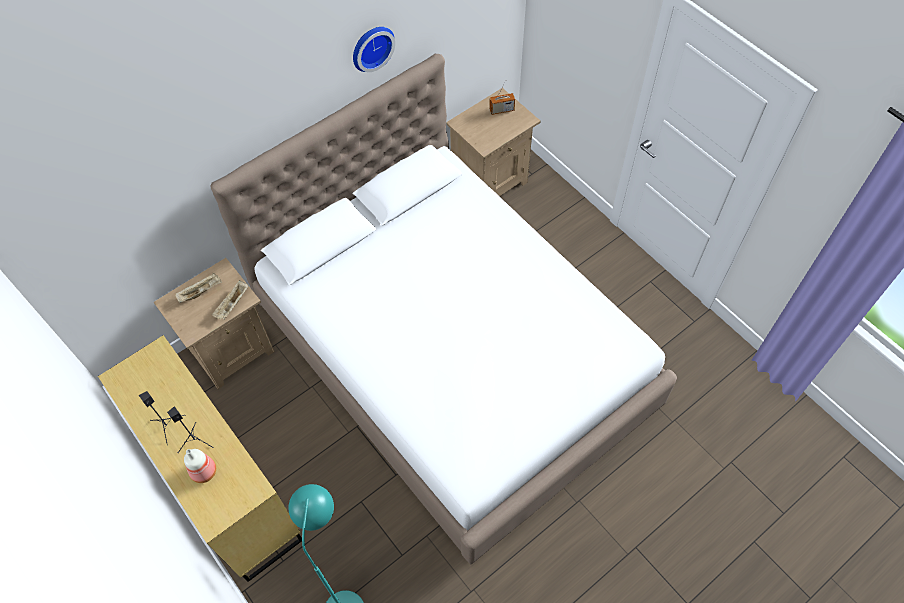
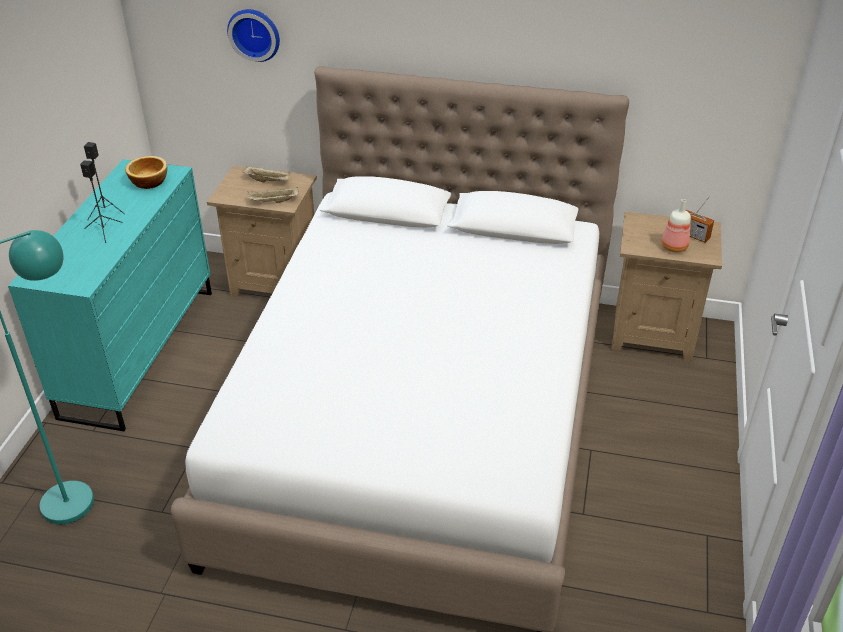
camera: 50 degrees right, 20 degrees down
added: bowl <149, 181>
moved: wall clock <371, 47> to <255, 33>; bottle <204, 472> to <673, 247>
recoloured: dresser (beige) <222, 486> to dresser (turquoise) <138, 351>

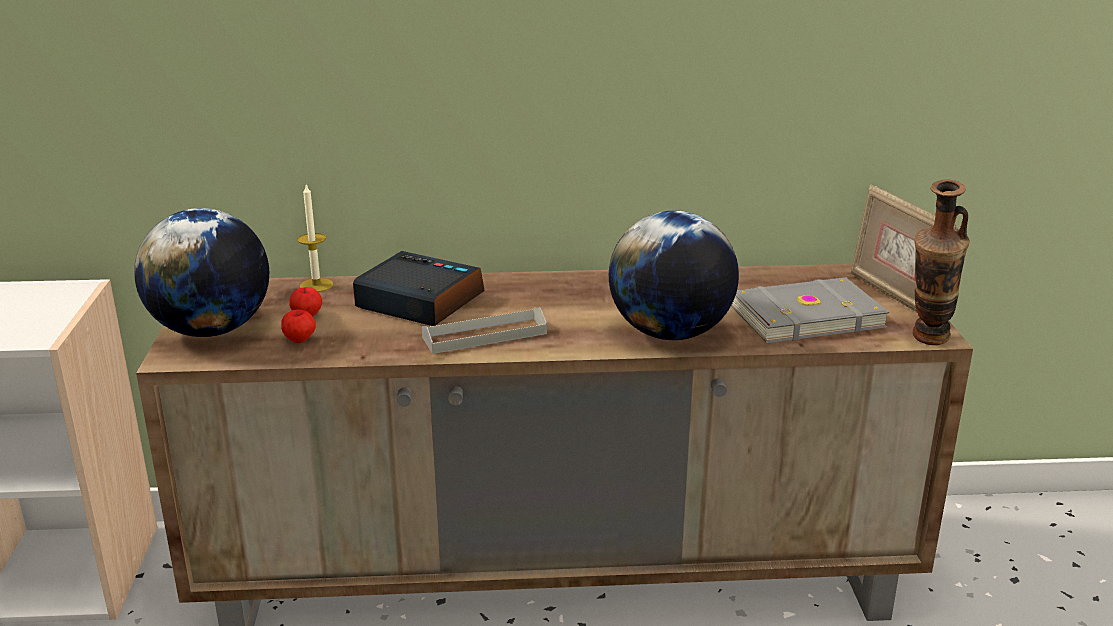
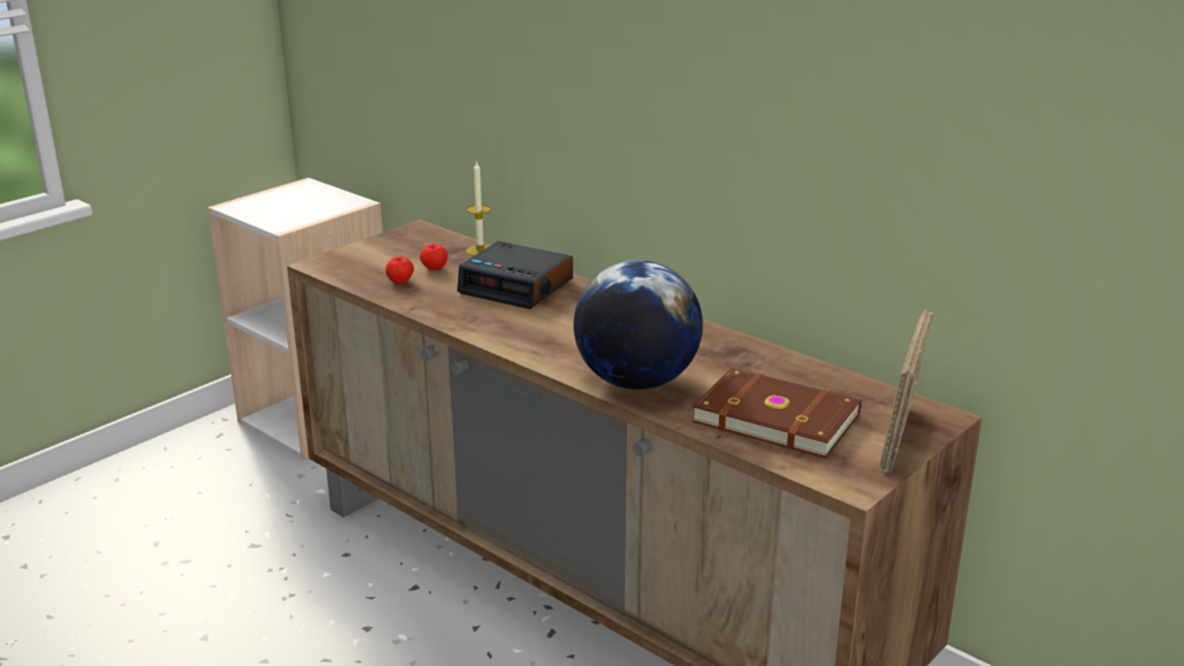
camera: 45 degrees right, 0 degrees up
removed: vase <926, 342>; globe <212, 330>; tray (grey) <484, 335>
recoloured: book (grey) <804, 315> to book (brown) <776, 417>
turned: alarm clock <418, 301> = <517, 286> 135 degrees clockwise

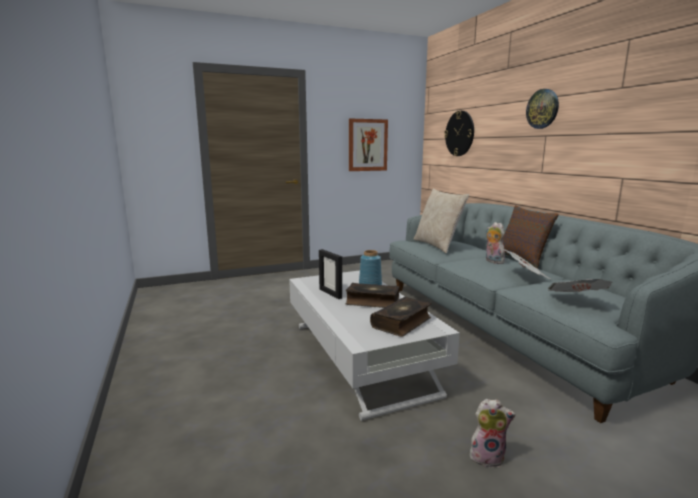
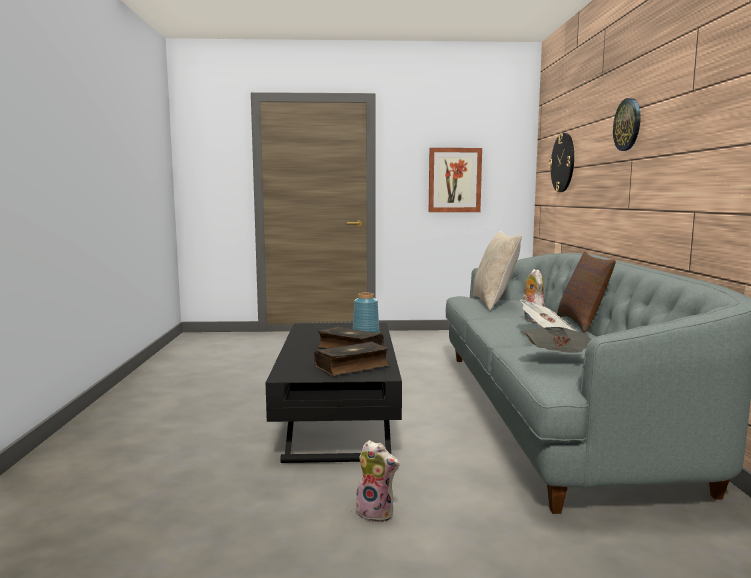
camera: 20 degrees right, 5 degrees down
removed: picture frame <331, 293>
recoloured: coffee table (white) <360, 358> to coffee table (black) <338, 415>

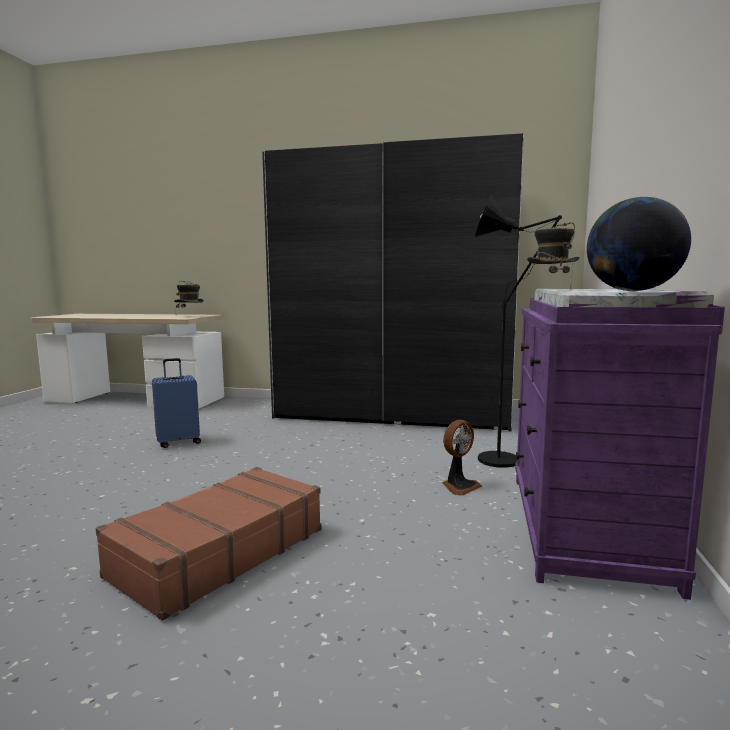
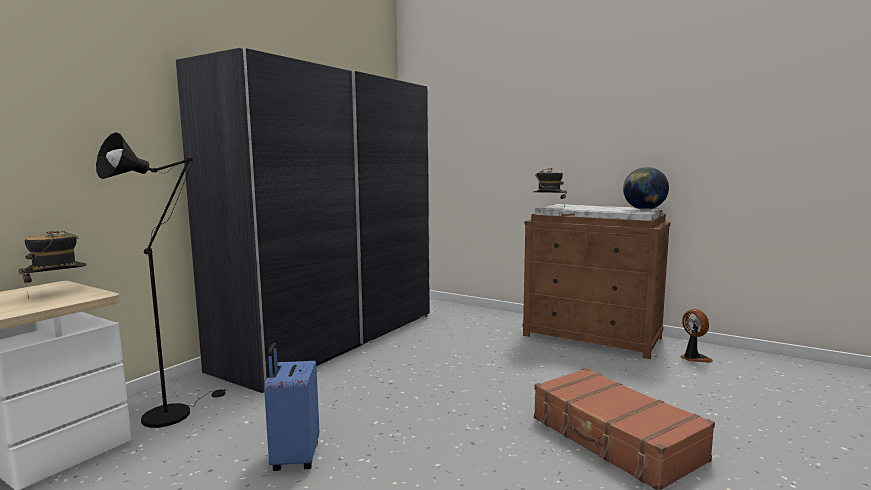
camera: 70 degrees left, 0 degrees up
moved: floor lamp (black) <507, 460> to <174, 412>; fan <459, 486> to <693, 358>
recoloured: dresser (purple) <583, 527> to dresser (brown) <592, 337>

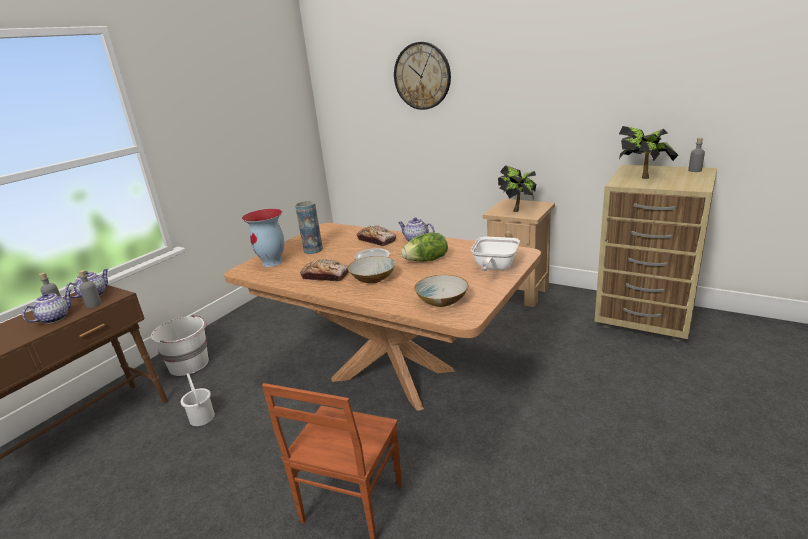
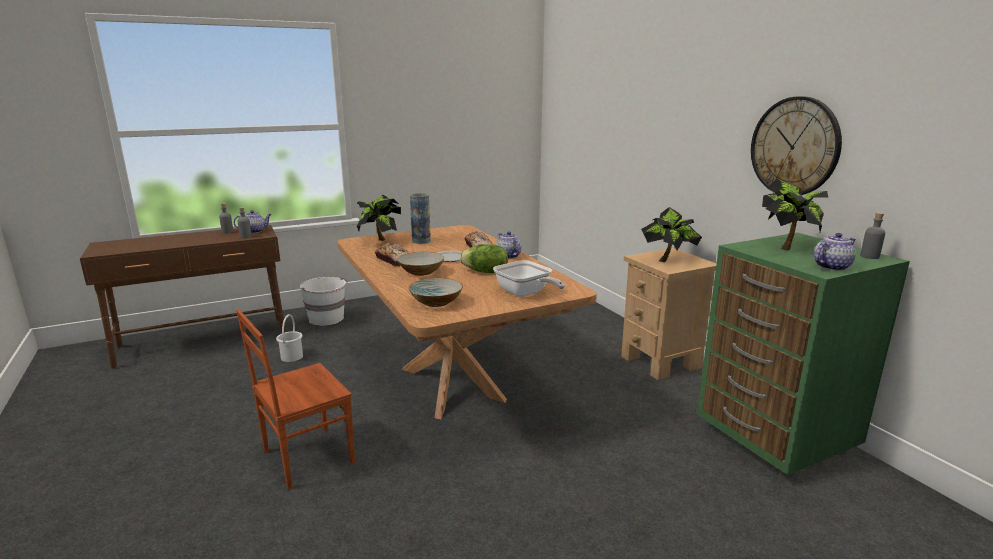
camera: 30 degrees right, 5 degrees down
moved: wall clock <422, 76> to <794, 147>; teapot <55, 318> to <831, 267>
replaced: vase <272, 262> to potted plant <380, 241>
recoloured: dresser (brown) <644, 318> to dresser (green) <774, 439>
turned: frying pan <494, 268> = <525, 294> 90 degrees counterclockwise

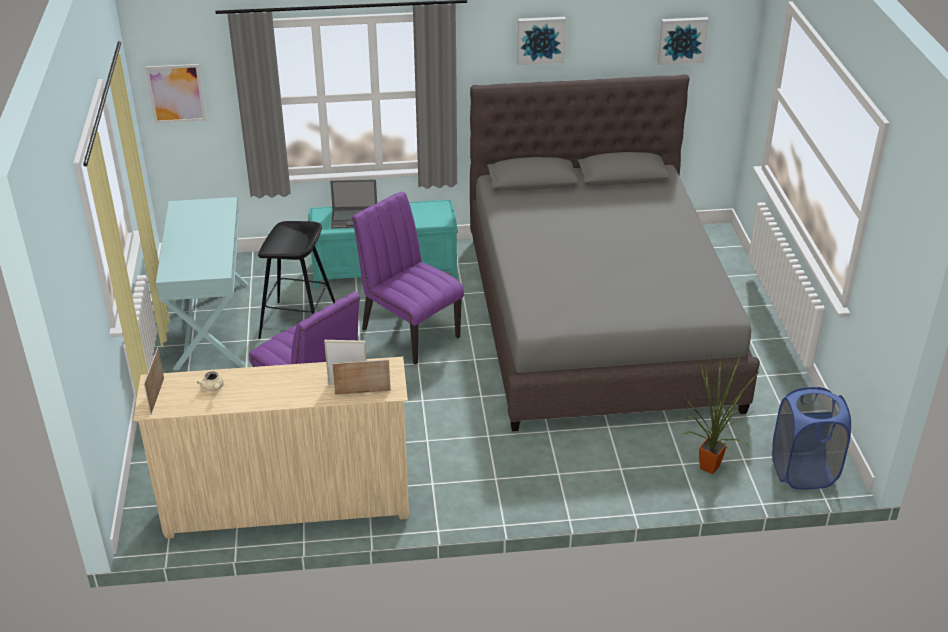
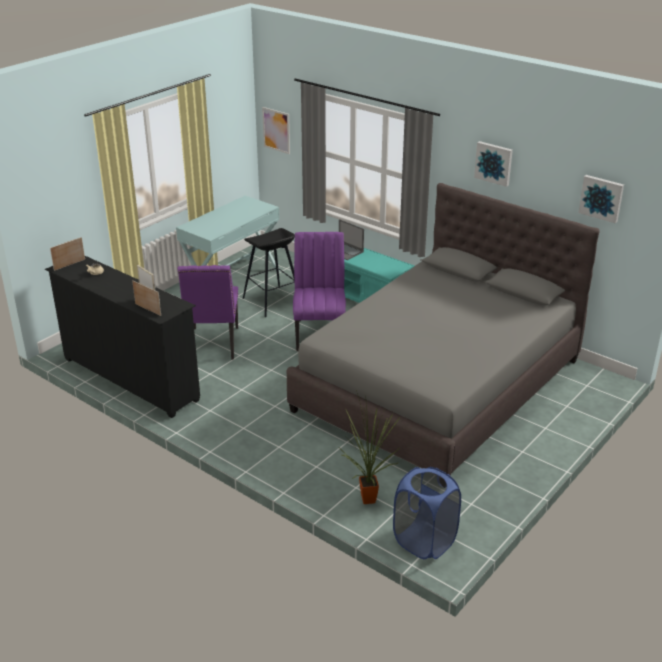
camera: 45 degrees right, 5 degrees down
recoloured: dresser (beige) <288, 510> to dresser (black) <130, 380>

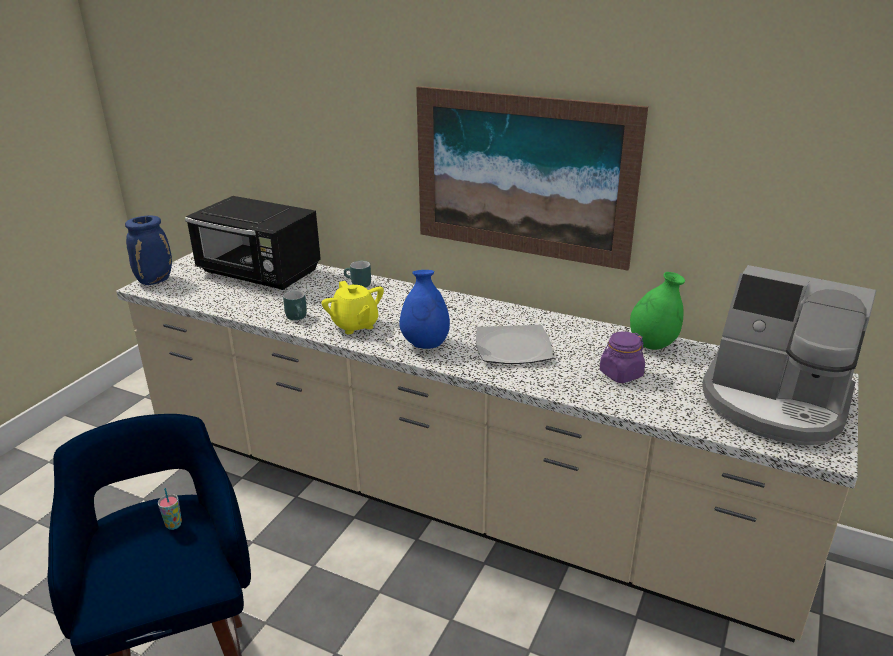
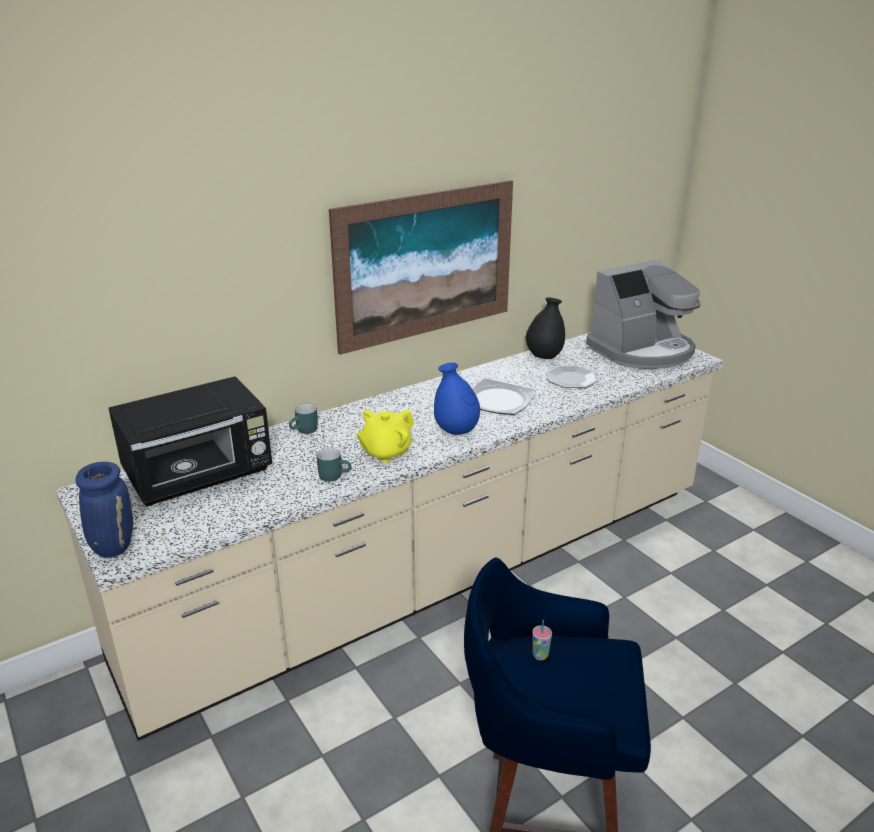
camera: 60 degrees left, 0 degrees up
replaced: jar (purple) <620, 374> to plate <571, 378>
recoloured: vase (green) <652, 344> to vase (black) <544, 356>
turned: teapot (yellow) <355, 325> = <385, 452> 135 degrees clockwise

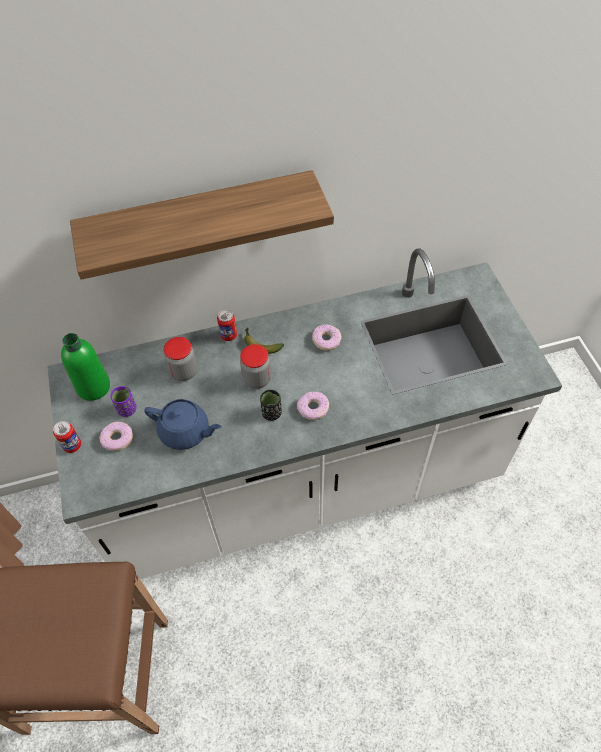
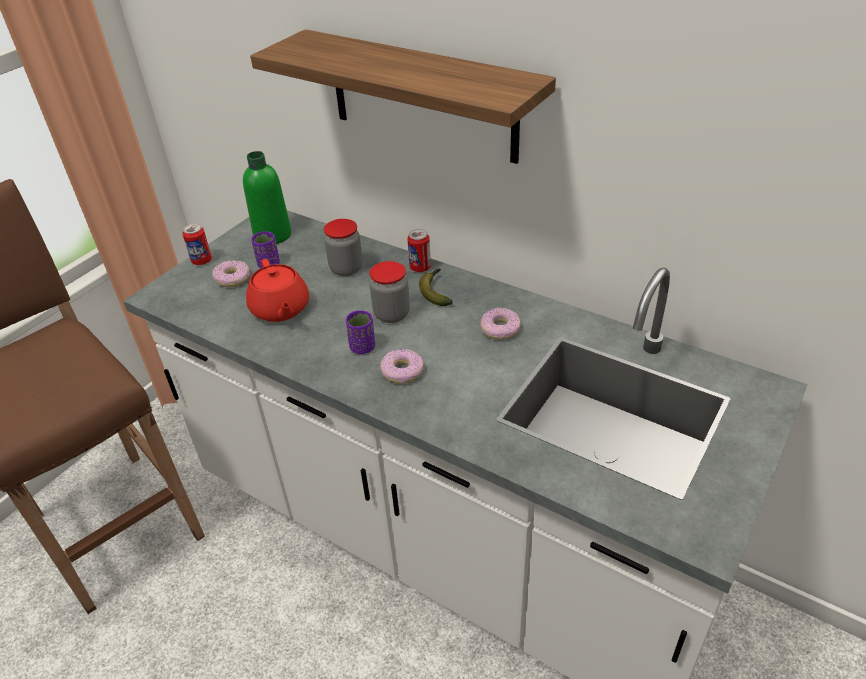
camera: 50 degrees right, 15 degrees down
recoloured: cup (black) <271, 413> to cup (purple) <362, 347>; teapot (blue) <185, 432> to teapot (red) <280, 309>

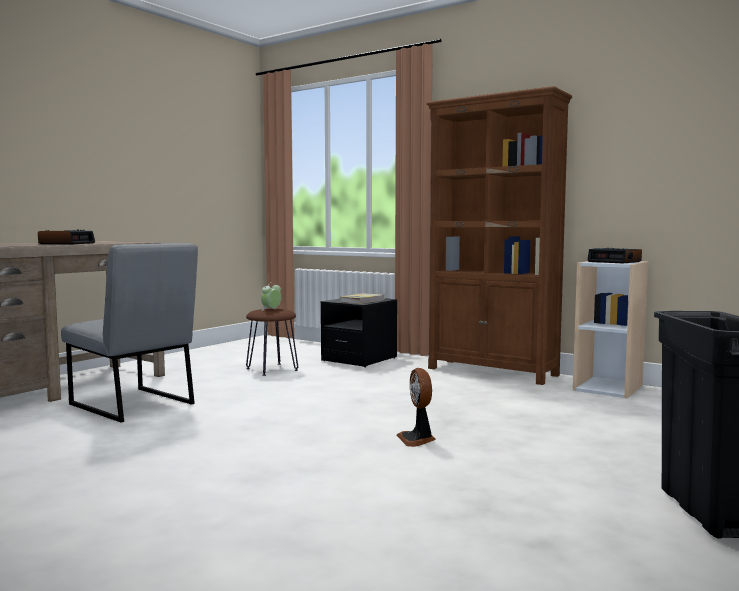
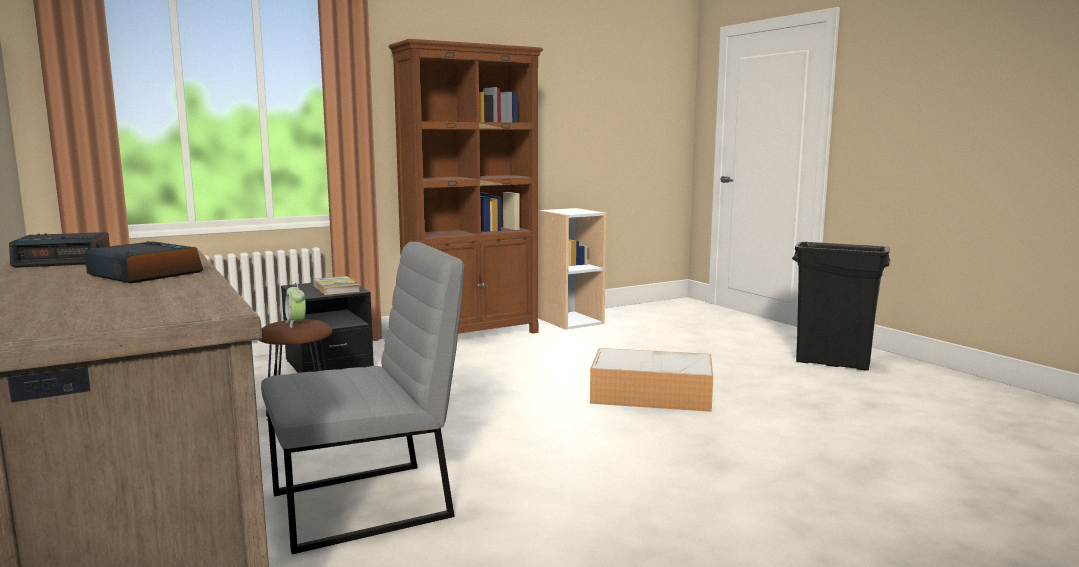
camera: 65 degrees left, 5 degrees up
moved: alarm clock <615, 262> to <65, 260>
replaced: fan <417, 439> to storage box <653, 395>

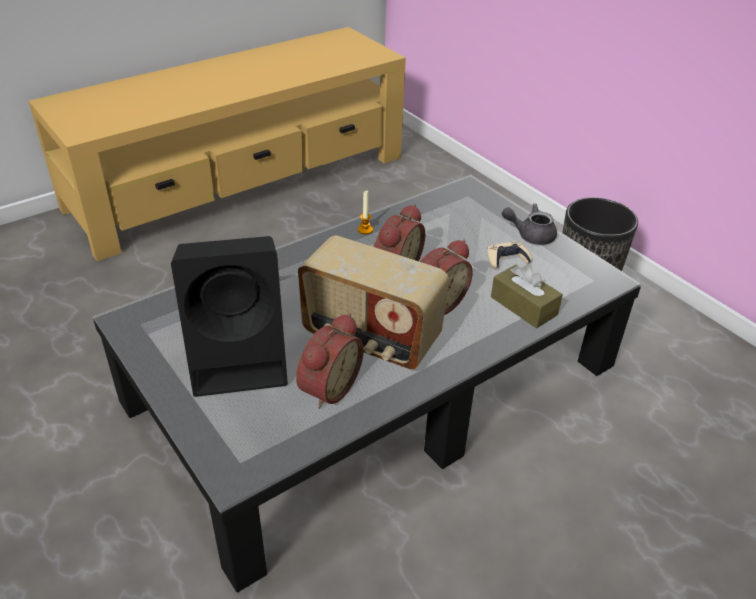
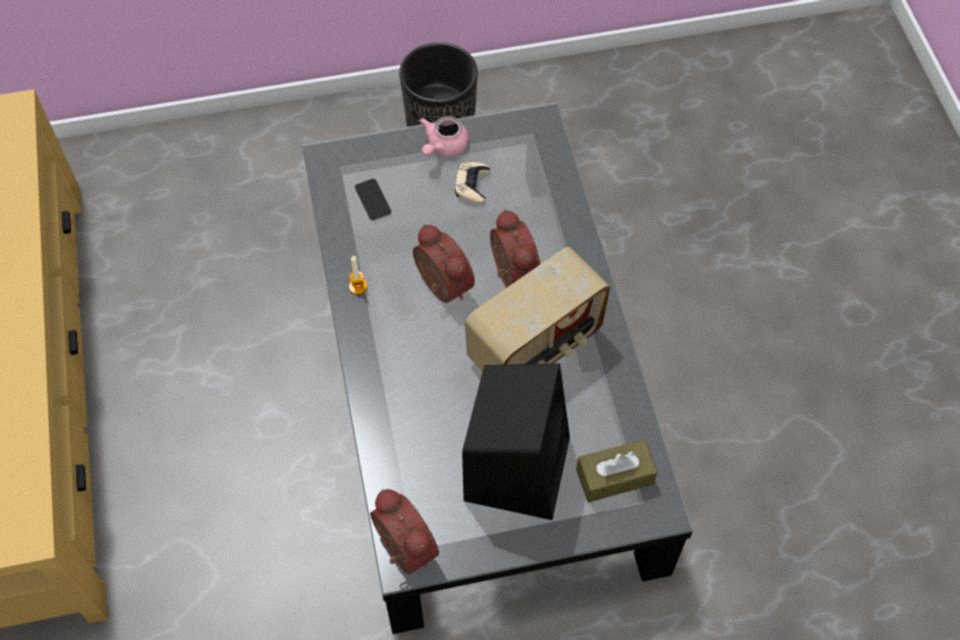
camera: 65 degrees left, 20 degrees up
added: phone <373, 200>
moved: tissue box (brown) <523, 306> to <614, 477>; alarm clock <327, 387> to <402, 549>
recoloured: teapot (grey) <530, 235> to teapot (pink) <443, 146>

